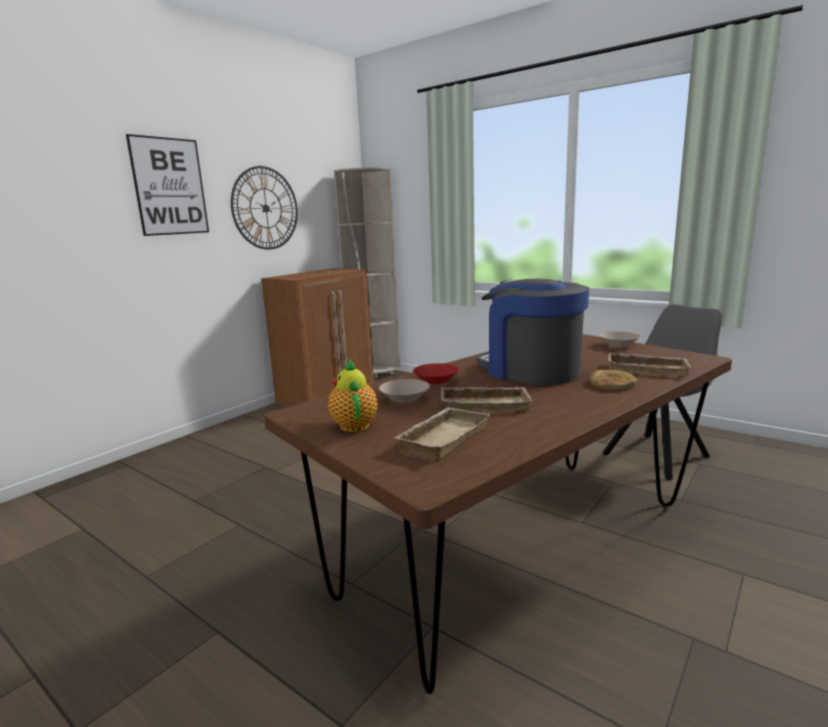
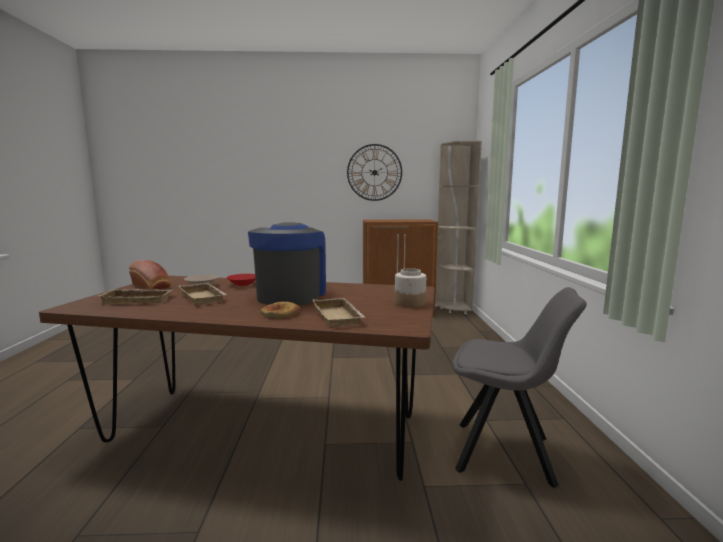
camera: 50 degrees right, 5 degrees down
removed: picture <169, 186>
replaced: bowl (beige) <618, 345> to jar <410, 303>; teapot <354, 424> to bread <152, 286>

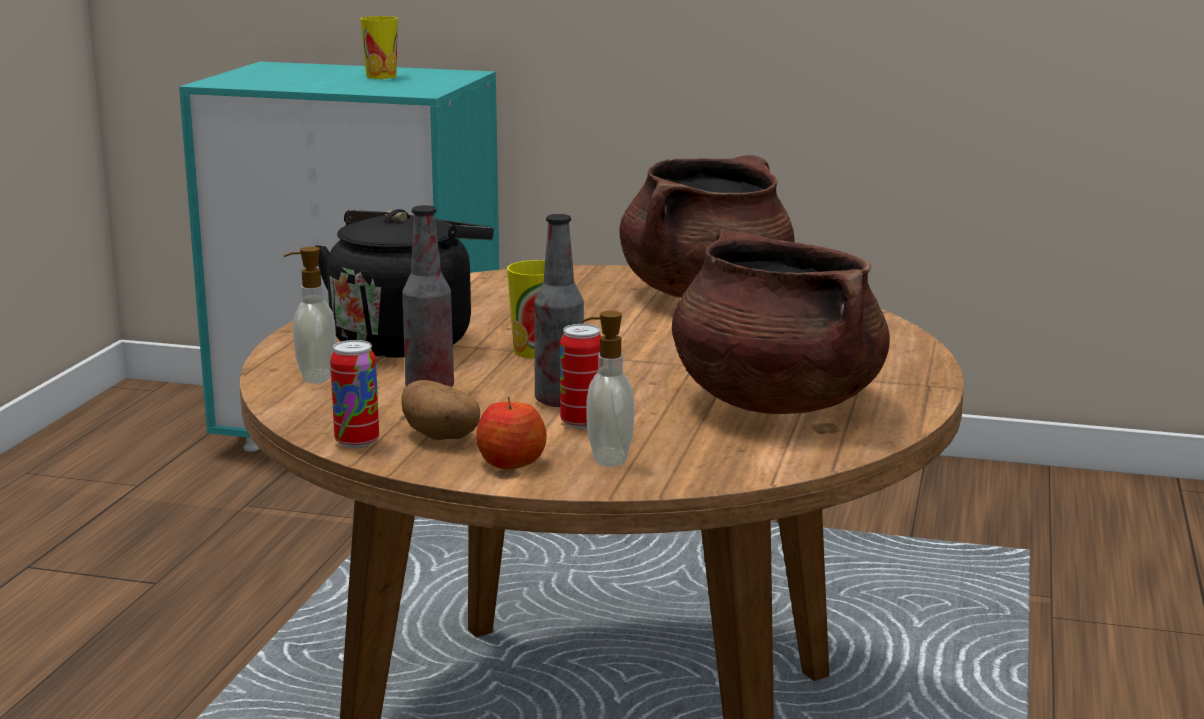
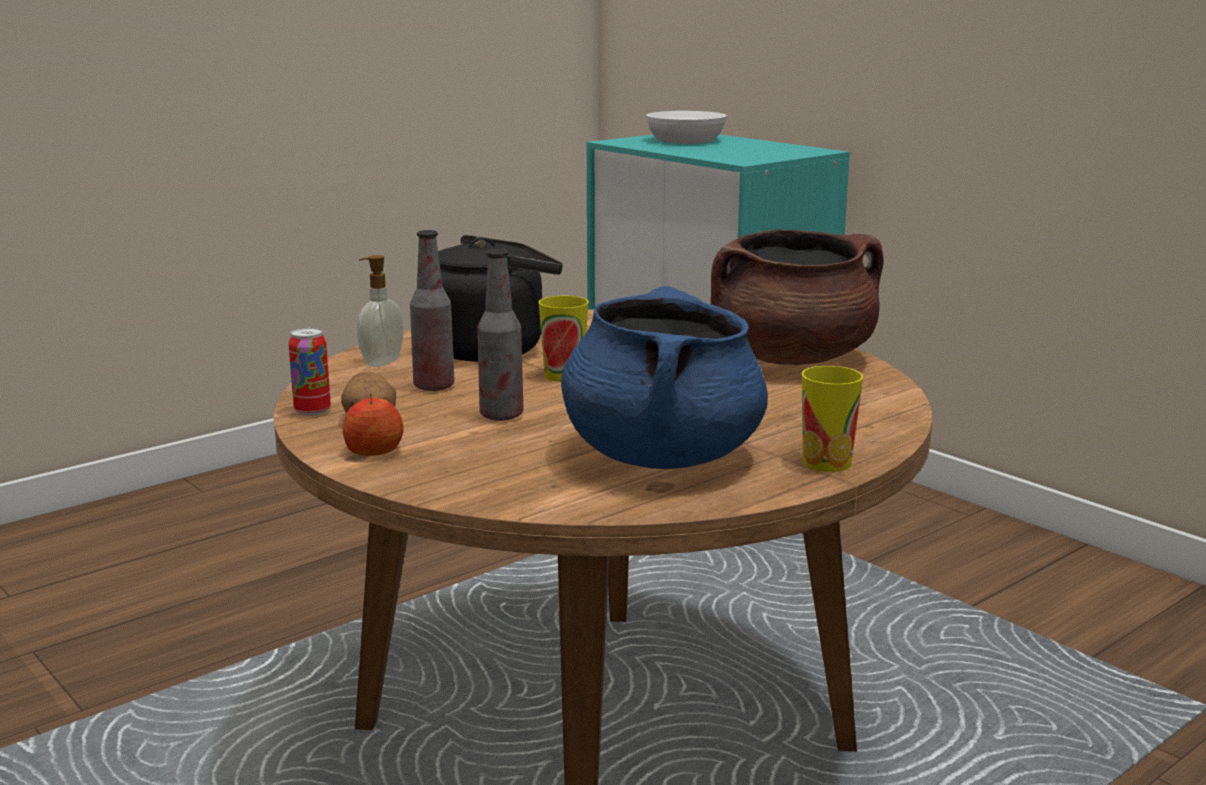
camera: 35 degrees right, 0 degrees up
removed: soap dispenser <607, 459>; can <581, 423>
added: bowl (white) <686, 140>
moved: cup <381, 76> to <826, 463>
recoloured: cooking pot (brown) <775, 402> to cooking pot (blue) <662, 455>

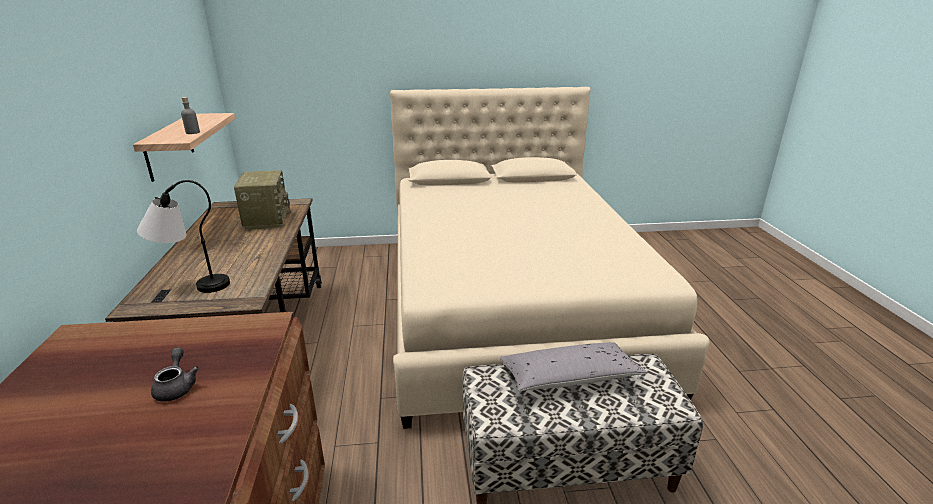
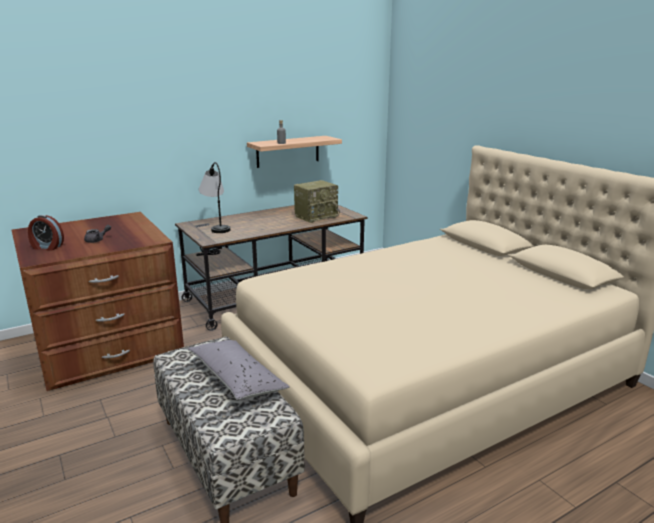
camera: 65 degrees right, 5 degrees down
added: alarm clock <47, 247>

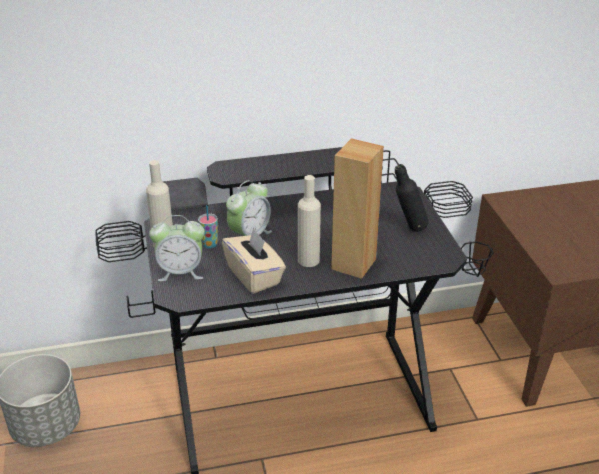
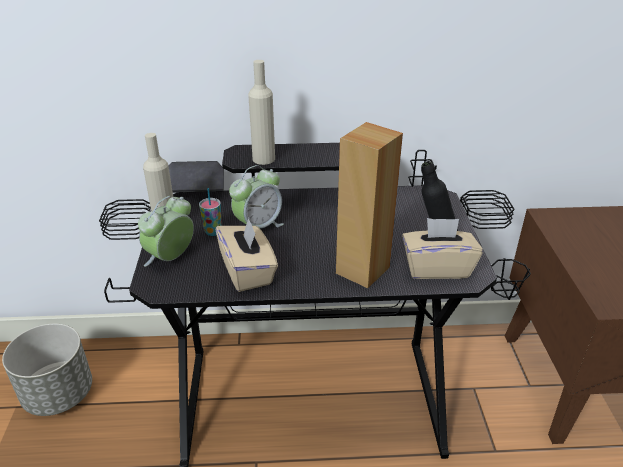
camera: 10 degrees right, 0 degrees up
added: tissue box (beige) <437, 268>
moved: bottle (beige) <308, 260> to <263, 159>
turned: alarm clock <181, 272> = <171, 258> 120 degrees clockwise

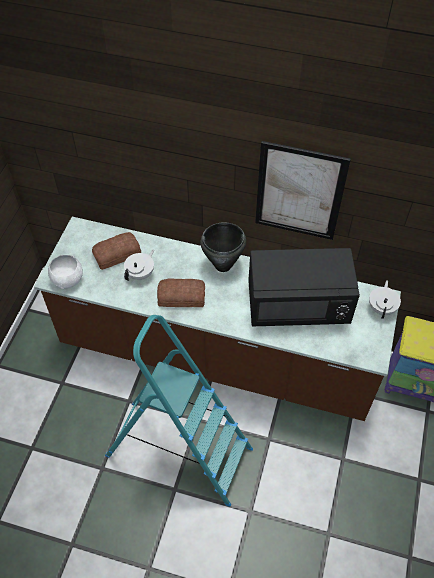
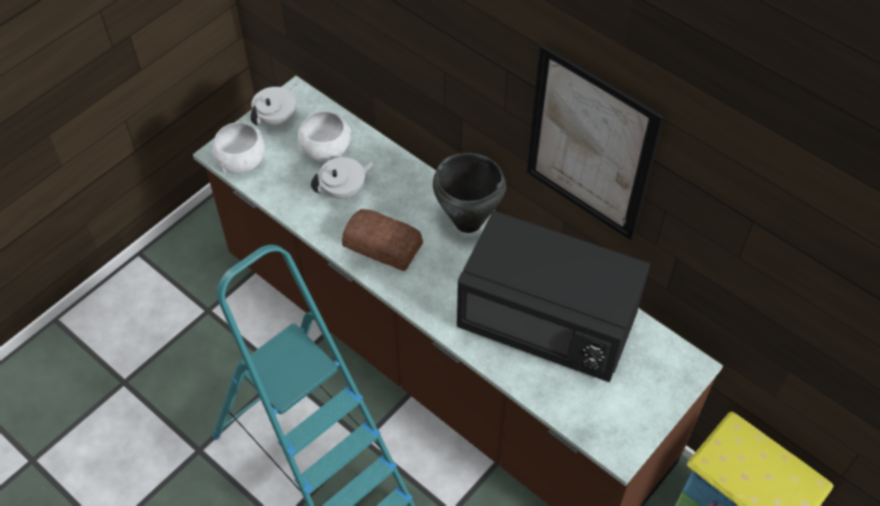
camera: 25 degrees right, 0 degrees up
moved: teapot (white) <382, 308> to <277, 118>
replaced: bread <116, 254> to bowl (white) <326, 149>

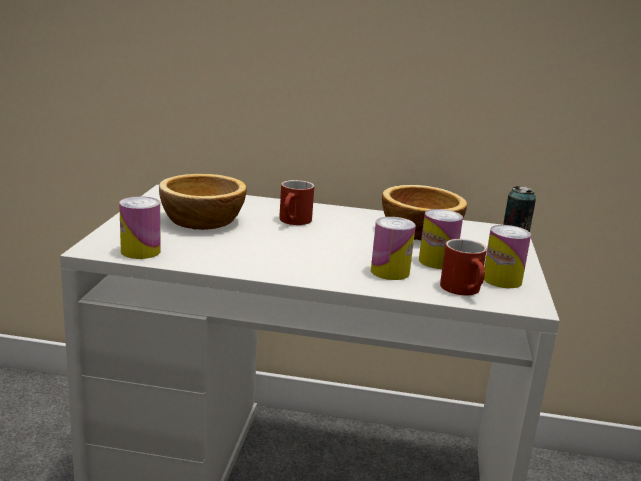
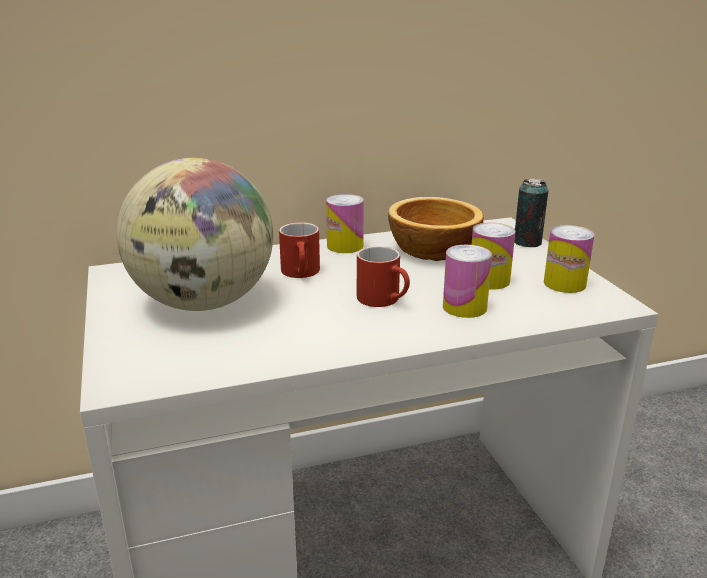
camera: 25 degrees left, 5 degrees up
moved: can <140, 251> to <345, 246>; mug (red) <465, 290> to <385, 300>
replaced: bowl <202, 221> to globe <203, 303>

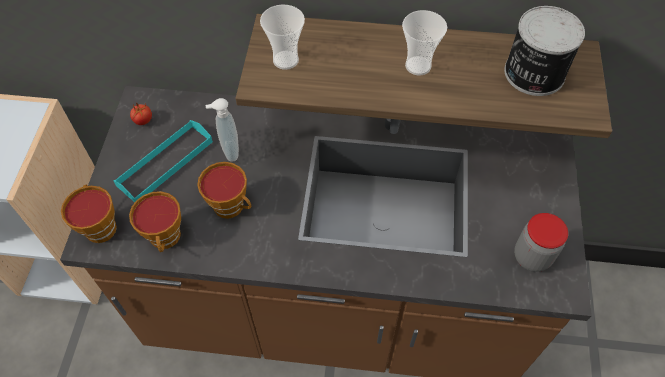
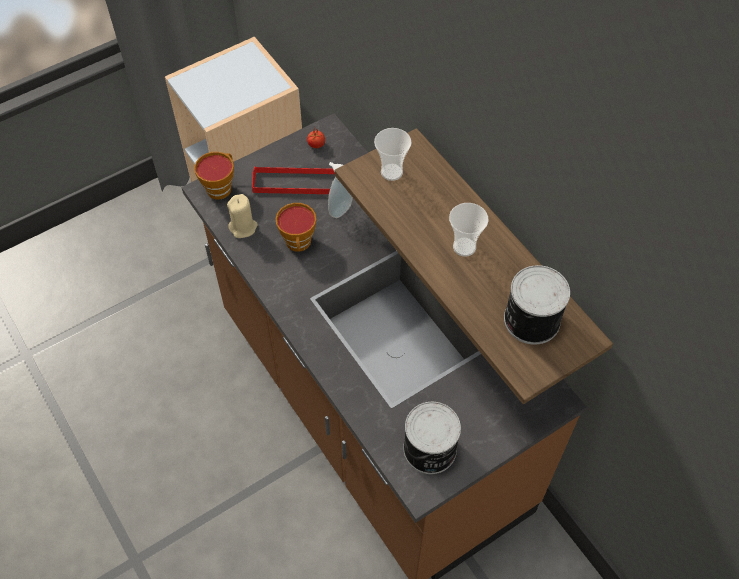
camera: 50 degrees right, 0 degrees up
replaced: cup <166, 239> to candle (beige) <243, 227>; jar <532, 257> to can <430, 450>
recoloured: tray (turquoise) <165, 163> to tray (red) <296, 183>

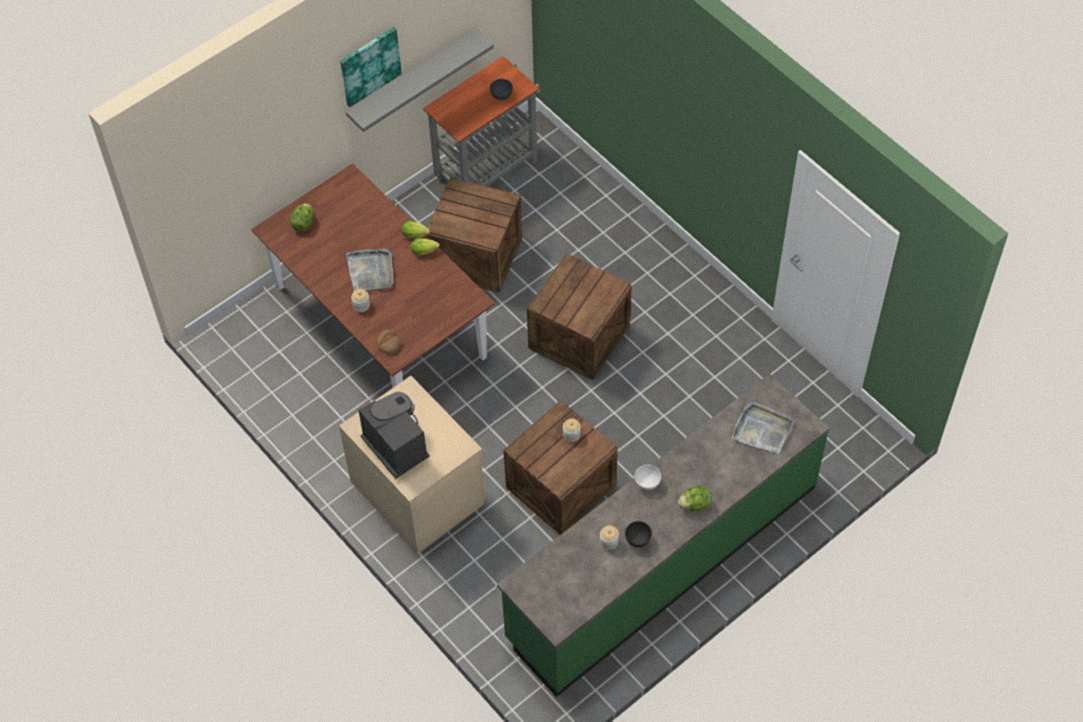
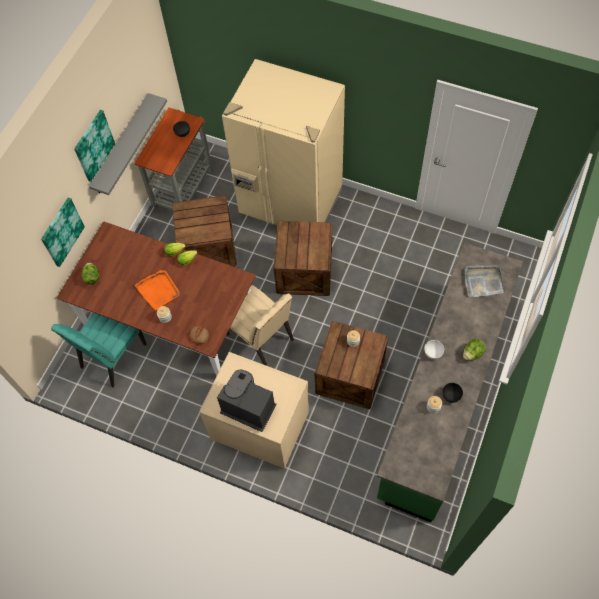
camera: 25 degrees left, 5 degrees up
added: fridge (beige) <290, 202>; picture <61, 232>; chair (beige) <259, 337>; chair (turquoise) <113, 355>
recoloured: tray (grey) <371, 271> to tray (orange) <158, 290>

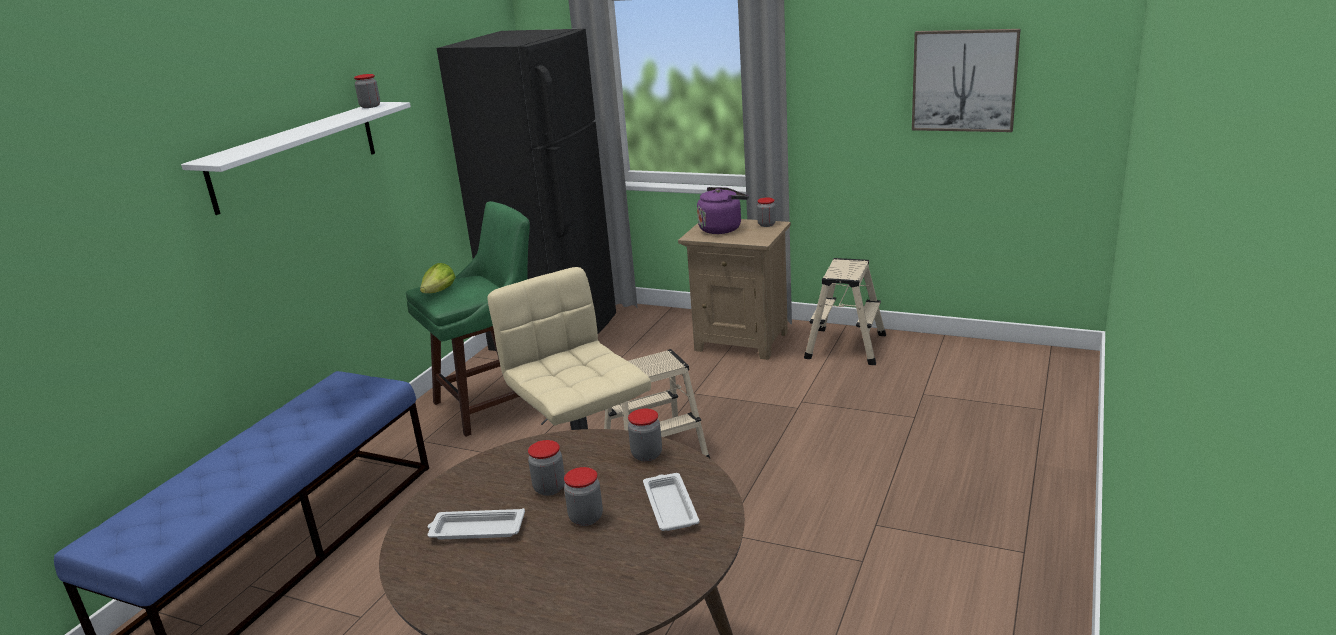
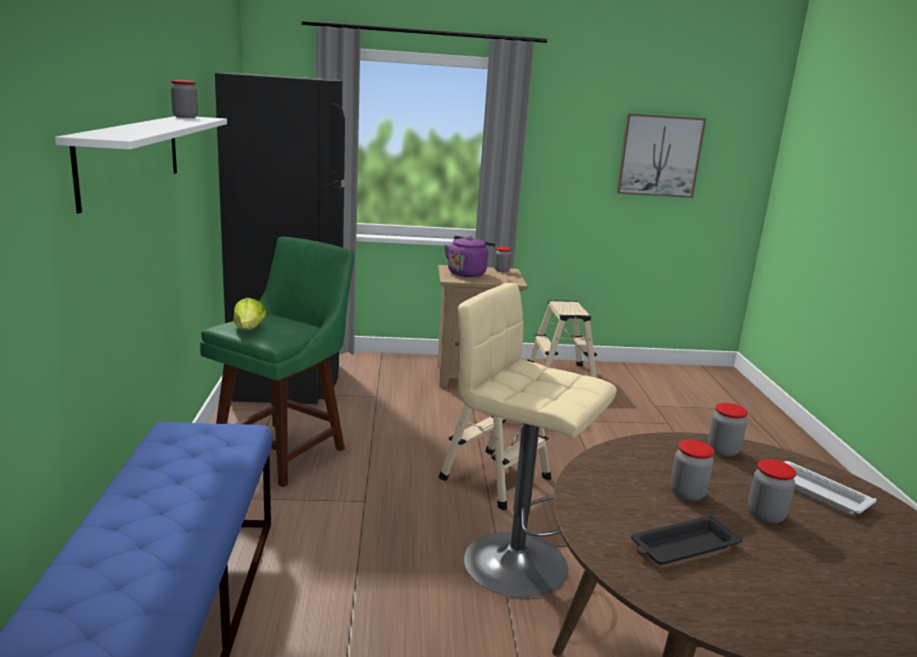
camera: 30 degrees left, 5 degrees down
recoloured: tray (white) <476, 530> to tray (black) <683, 547>

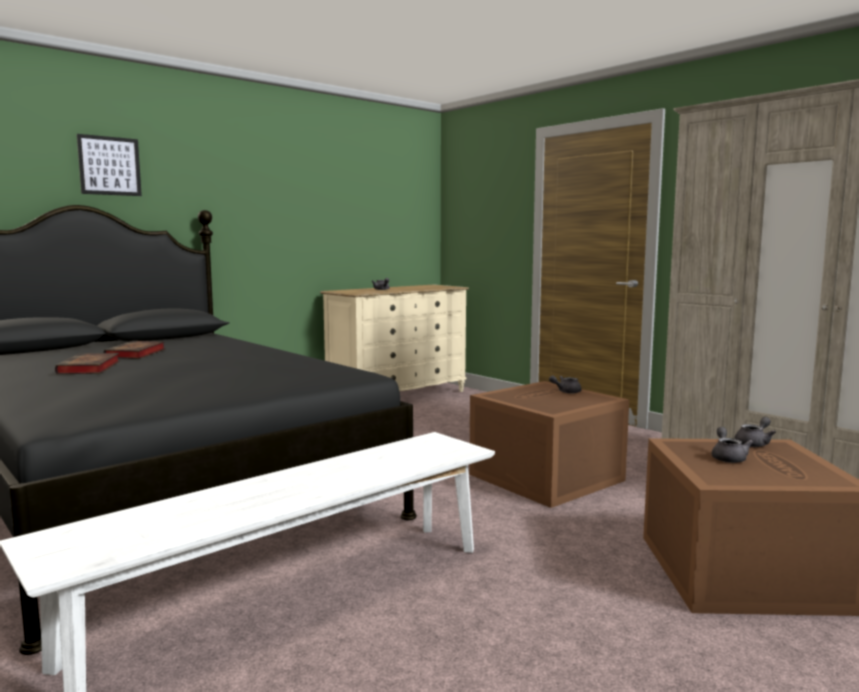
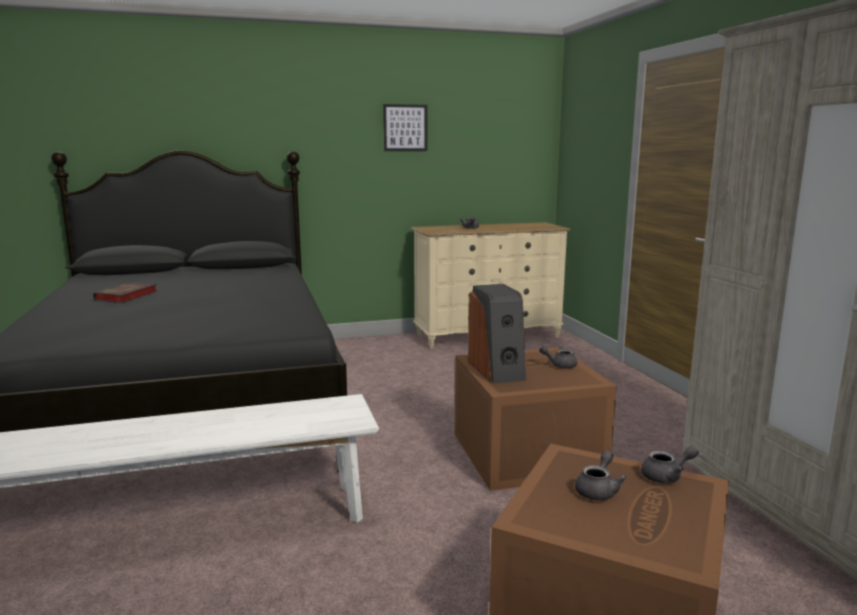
camera: 25 degrees right, 5 degrees up
removed: book <135, 354>
added: speaker <497, 370>
moved: picture <109, 166> to <405, 128>

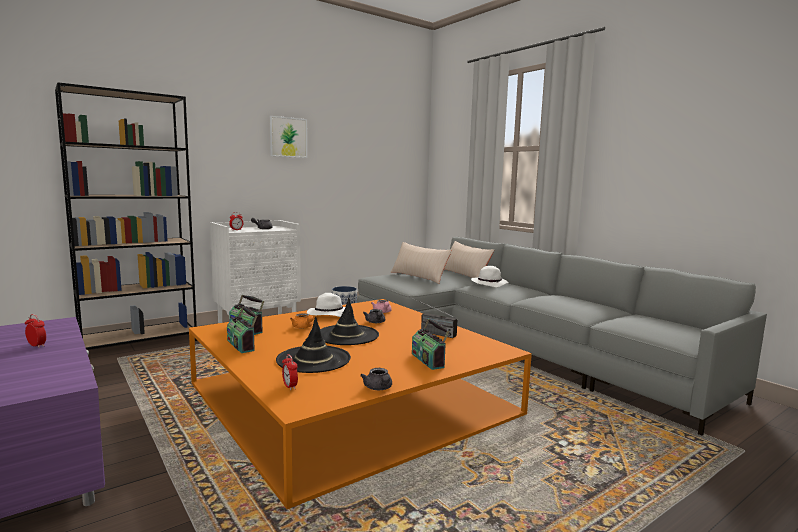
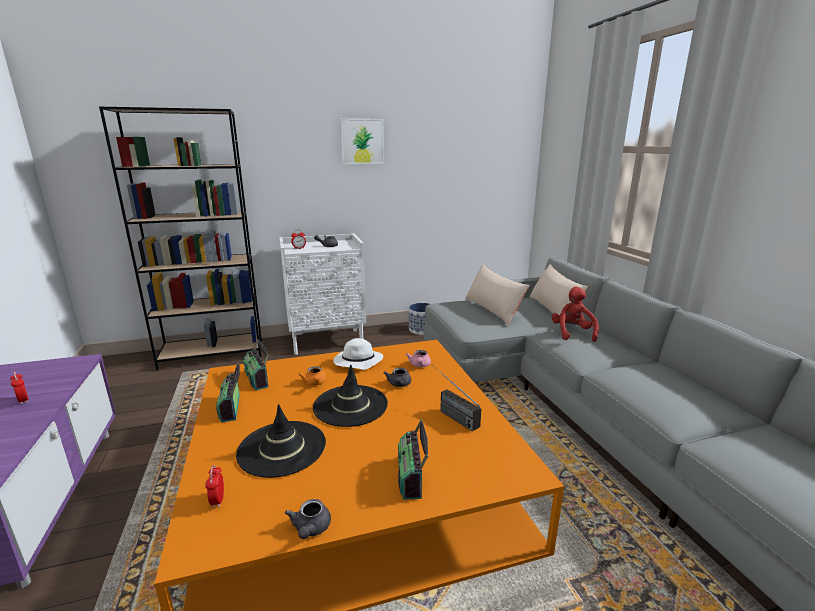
camera: 20 degrees right, 10 degrees up
replaced: hat (white) <490, 283> to plush toy (red) <572, 333>

